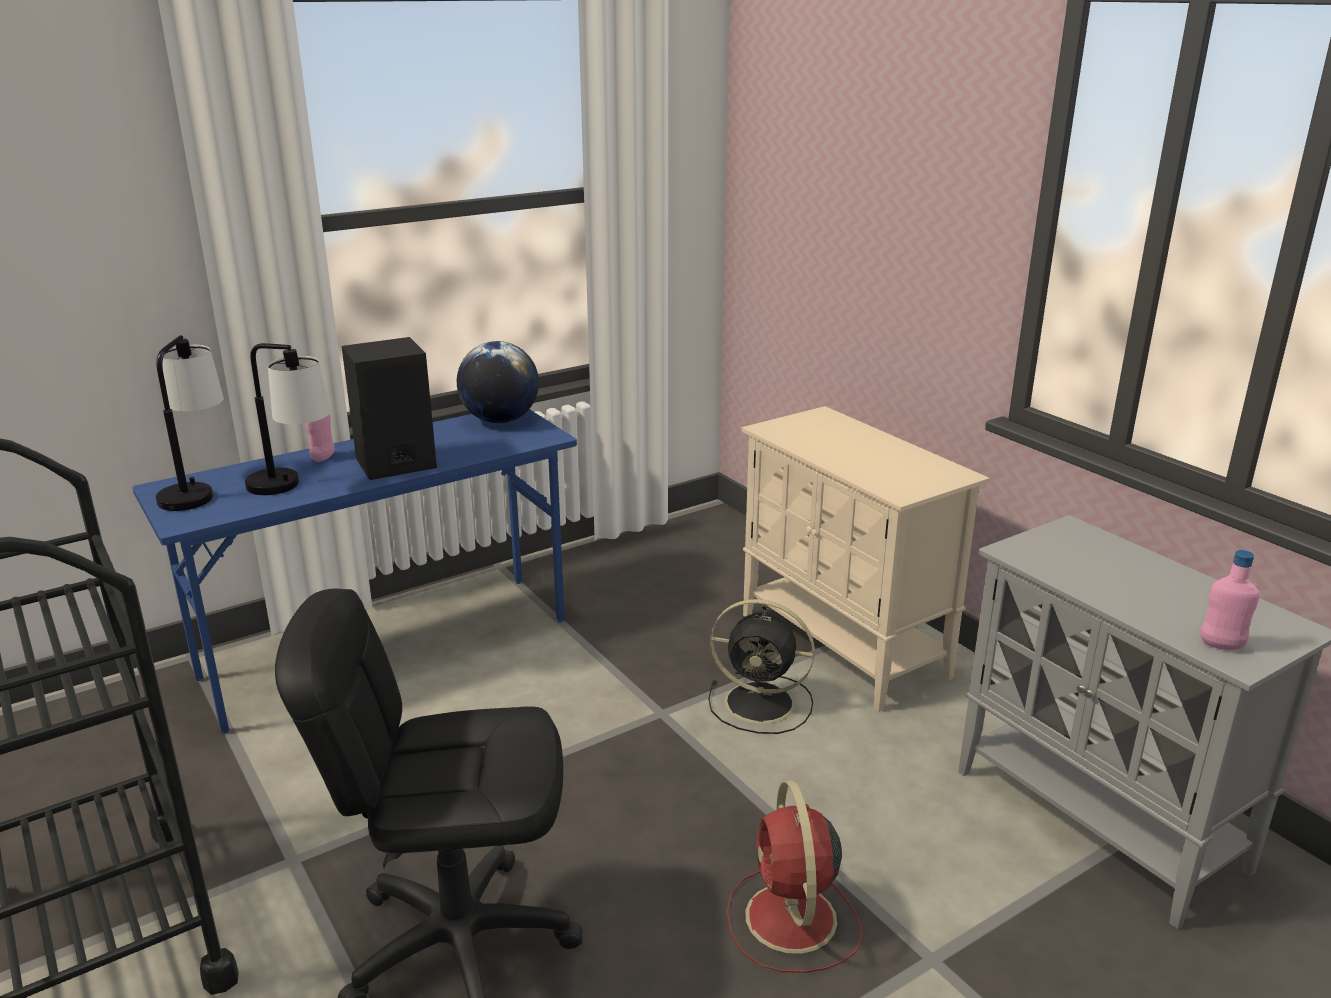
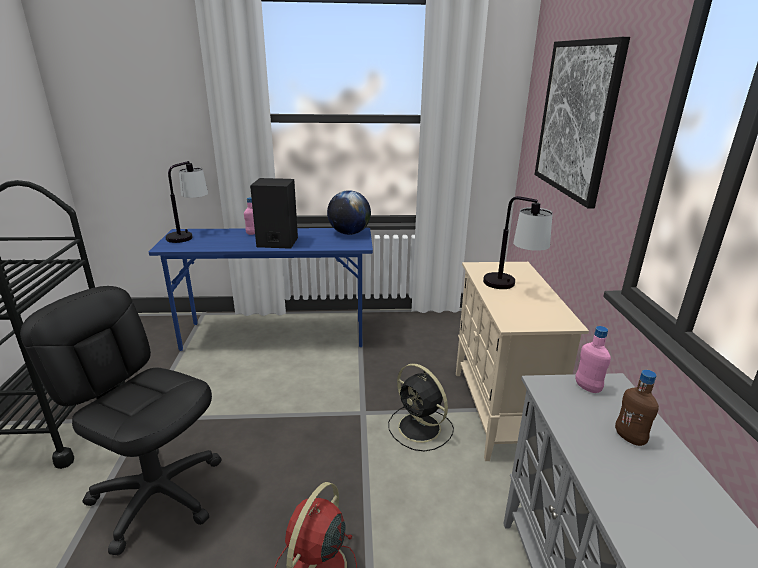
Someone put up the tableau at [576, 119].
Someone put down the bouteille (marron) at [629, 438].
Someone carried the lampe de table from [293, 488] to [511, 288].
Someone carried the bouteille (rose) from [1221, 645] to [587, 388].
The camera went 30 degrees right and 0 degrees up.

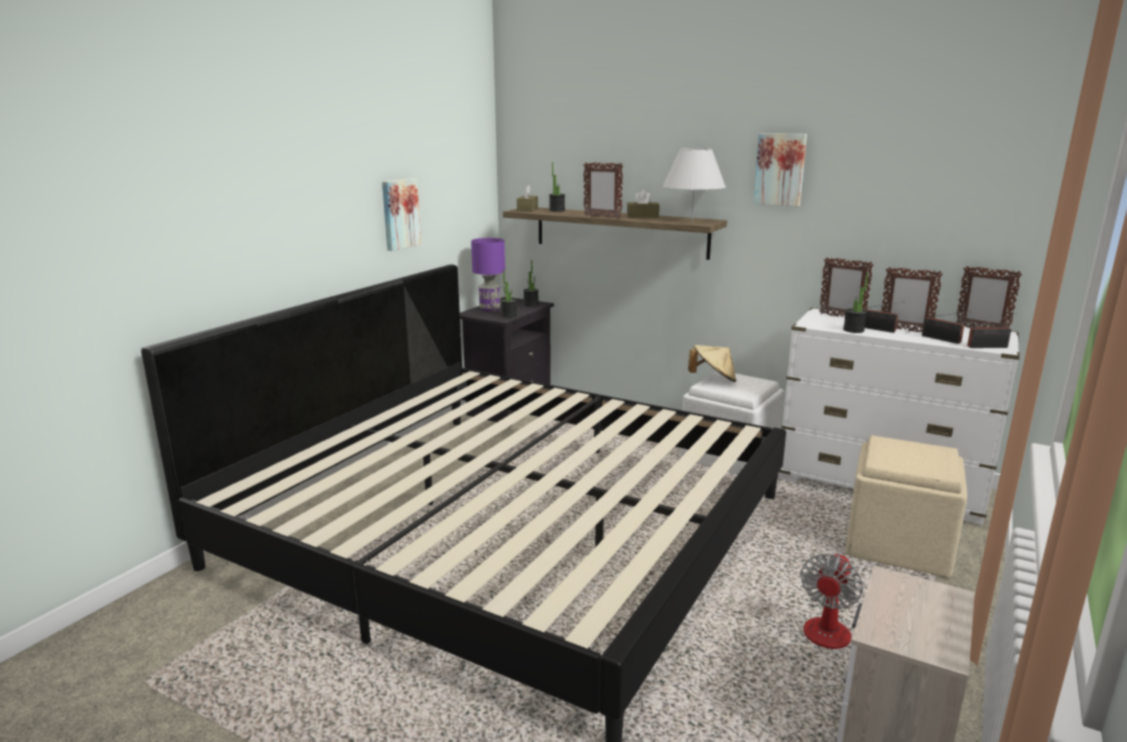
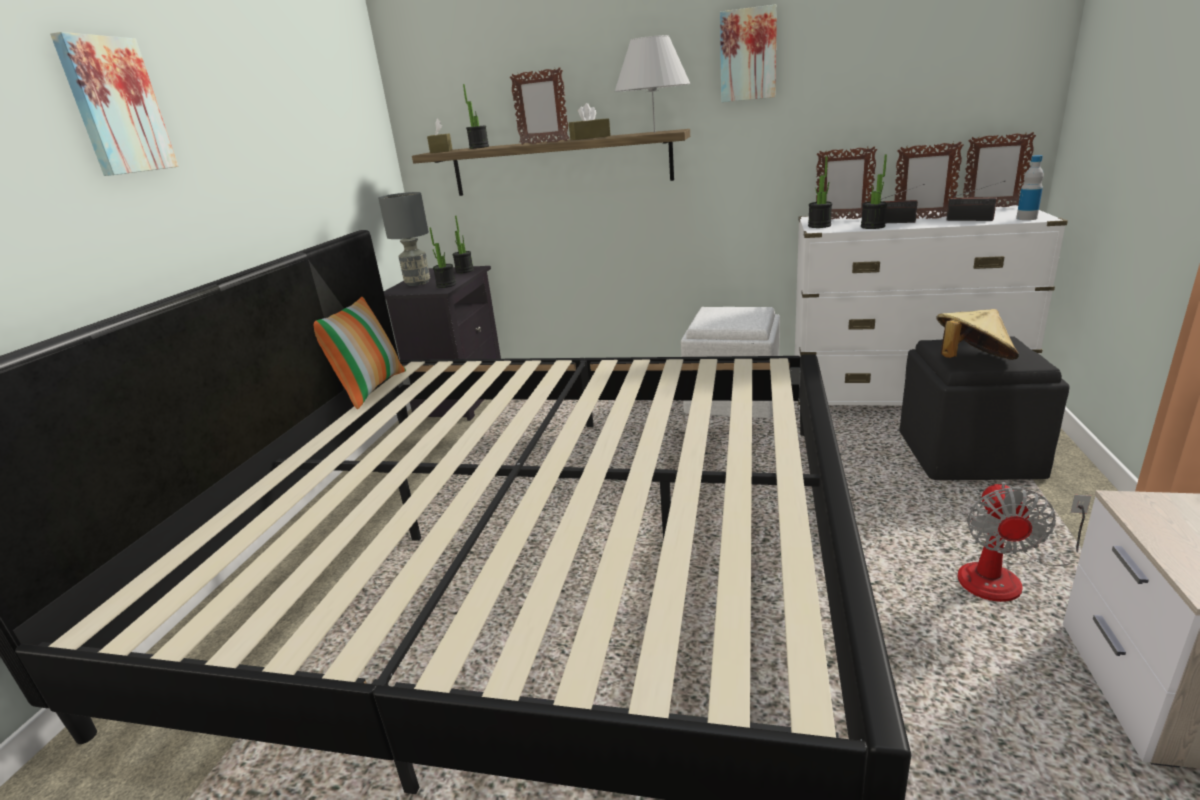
Someone put down the coussin at [369, 388].
Someone put down the plante en pot at [819, 226].
Someone carried the tableau from [399, 214] to [115, 106].
Someone carried the chapeau (beige) from [713, 379] to [971, 361].
Someone swapped the radio at [989, 347] for the bouteille at [1026, 218].
Someone repainted the lampe de table (violet) at [490, 309], which became the lampe de table (gris) at [418, 283].
Someone repainted the pouf (beige) at [897, 543], which became the pouf (noir) at [966, 454].
The camera went 15 degrees left and 5 degrees up.

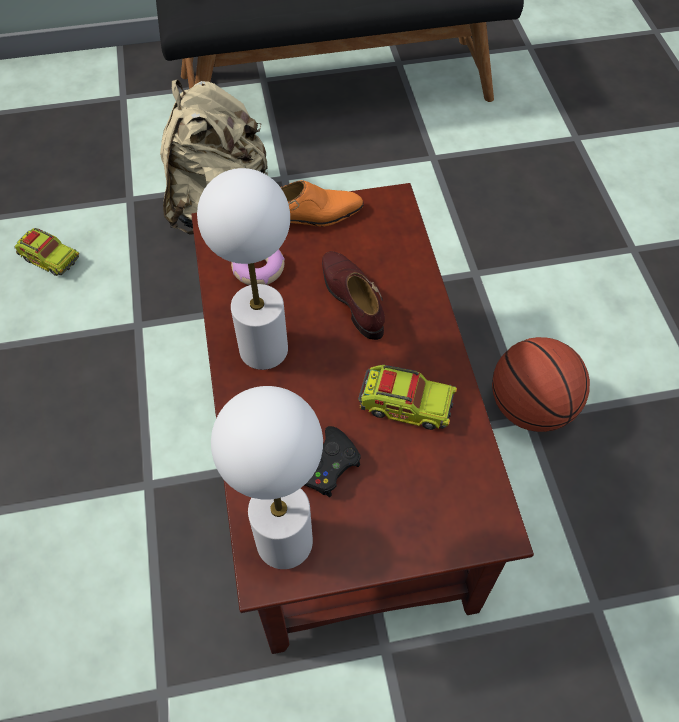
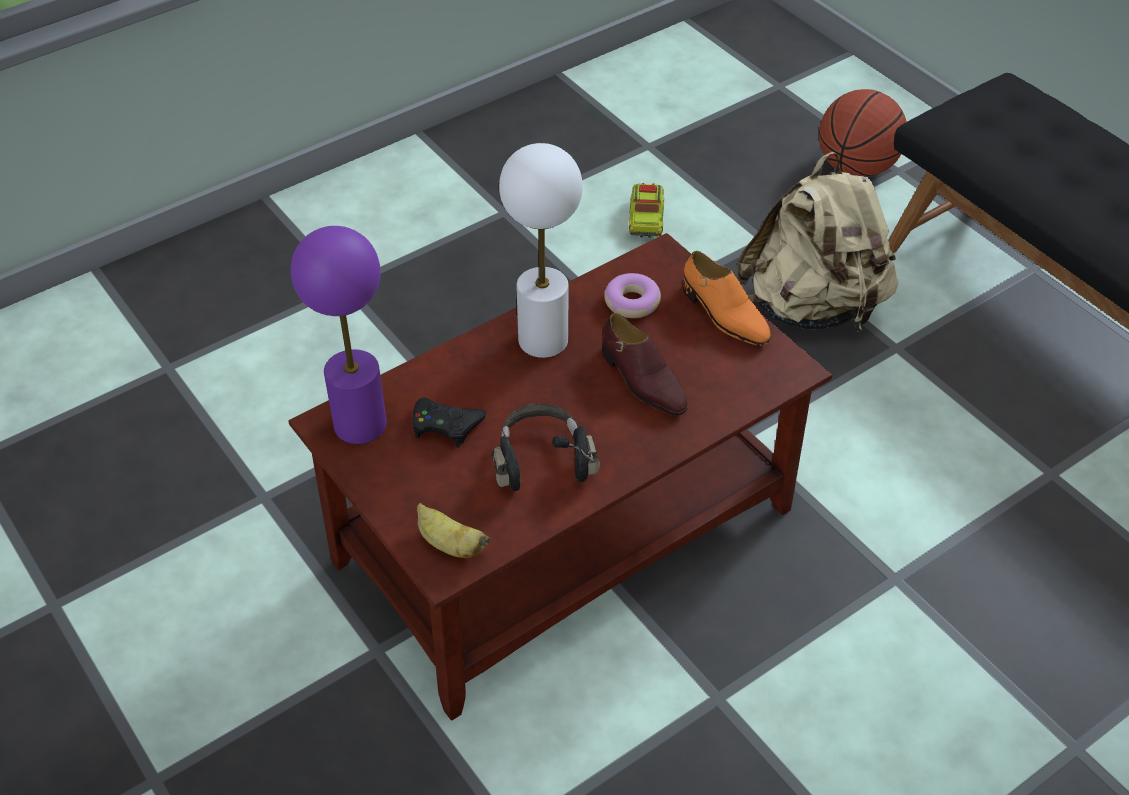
Someone put down the banane at [449, 544].
Someone carried the ballon de basket from [530, 407] to [856, 167].
Someone swapped the camion jouet at [405, 405] for the casque audio (noir) at [542, 460].
Someone repainted the lampe de table (blanc) at [285, 541], which became the lampe de table (violet) at [361, 425].
Someone rotated the chaussure (marron) at [352, 298] by 105 degrees clockwise.
The camera went 65 degrees right and 10 degrees down.

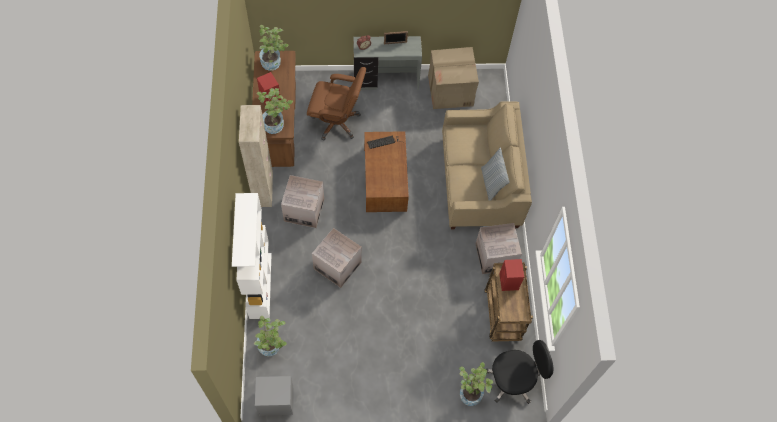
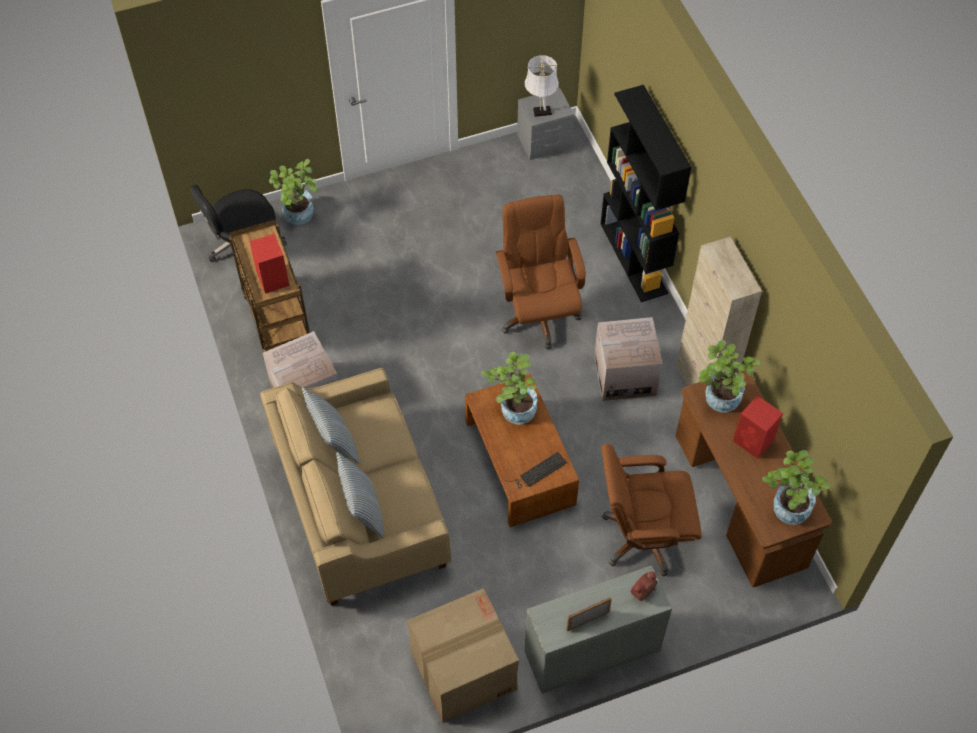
Someone put down the coussin at [363, 510].
Someone put down the lampe de table (blanc) at [540, 112].
Someone carried the plante en pot from [272, 347] to [513, 410].
Someone swapped the carton at [337, 265] for the chaise de bureau (marron) at [538, 313].
Someone repainted the bibliothèque (blanc) at [260, 285], which became the bibliothèque (noir) at [634, 258].
The camera went 165 degrees right and 5 degrees down.

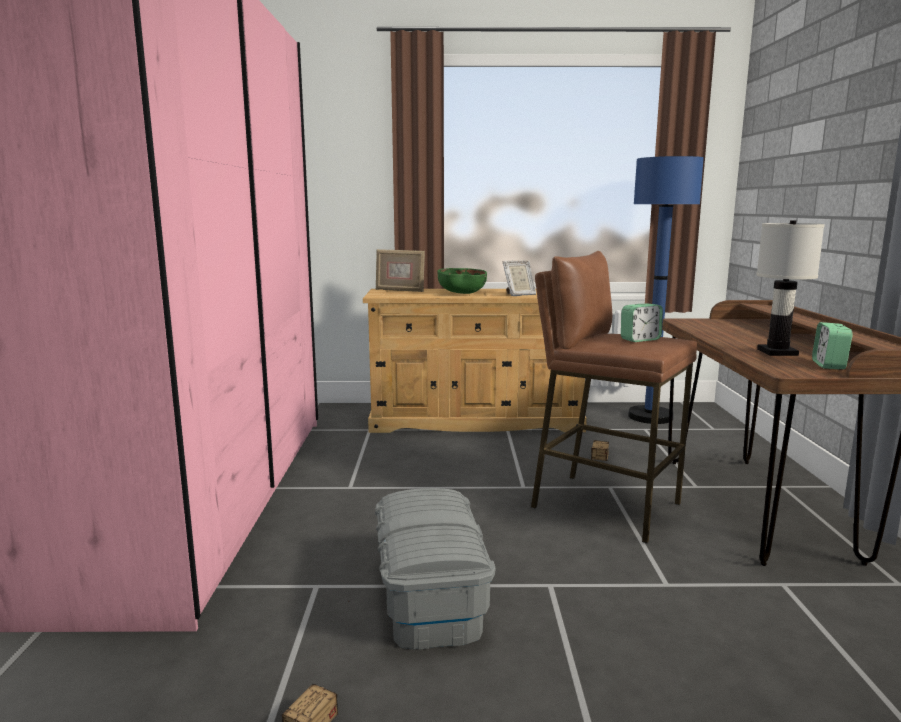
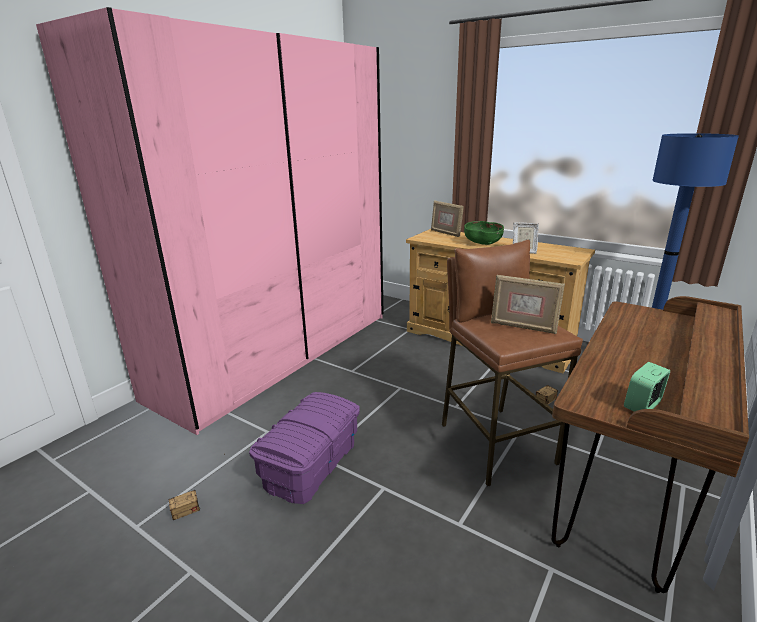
Someone took away the lampe de table (blanc) at [777, 352].
Someone swapped the réveil at [640, 339] for the cadre photo at [523, 327].
Someone repainted the boîte de rangement (gris) at [429, 596], which became the boîte de rangement (violet) at [311, 463].
The camera went 35 degrees right and 10 degrees up.

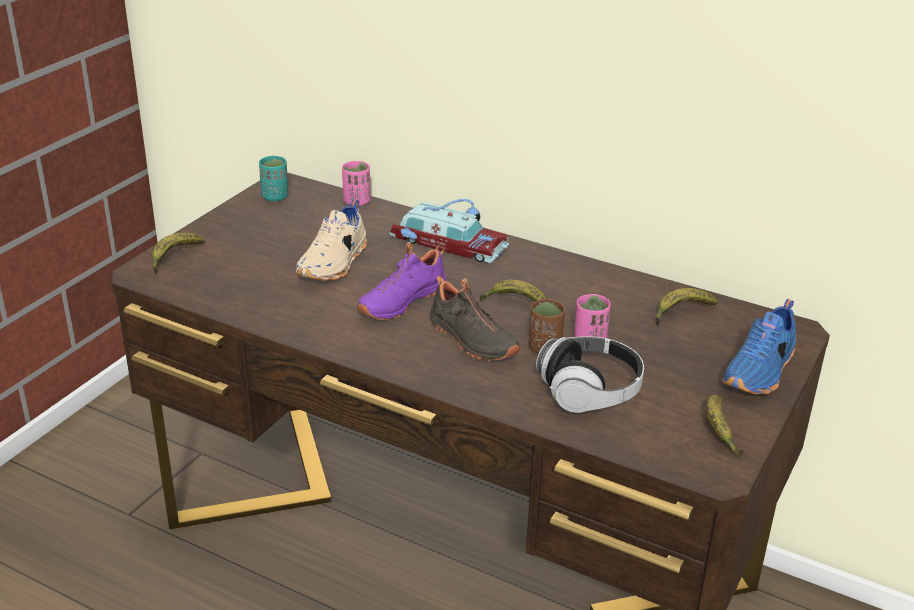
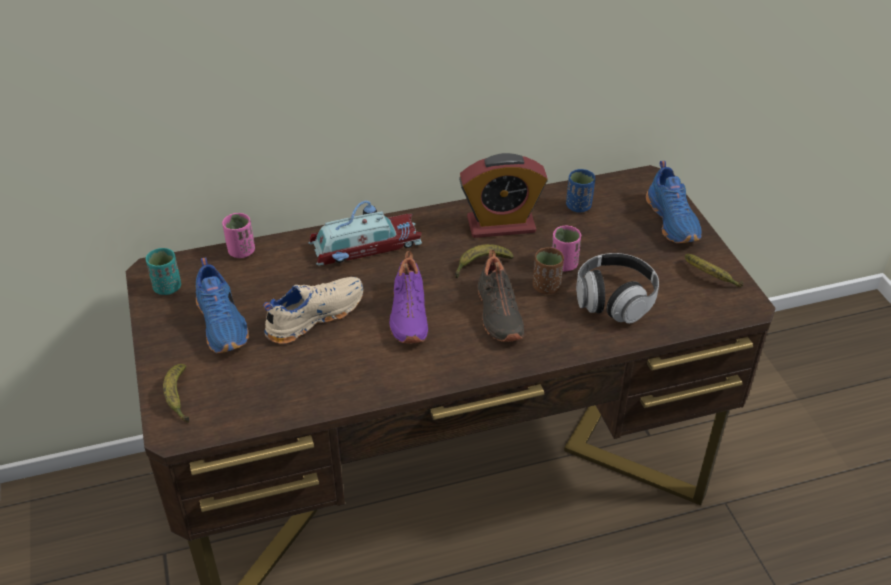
Someone put down the chaussure (bleu) at [223, 324].
Someone put down the réveil at [501, 225].
Someone swapped the banane at [681, 312] for the tasse (bleu) at [578, 206].
Someone rotated the chaussure (beige) at [335, 264] by 105 degrees counterclockwise.
Someone rotated the chaussure (noir) at [470, 340] by 75 degrees clockwise.
The camera went 45 degrees left and 10 degrees up.

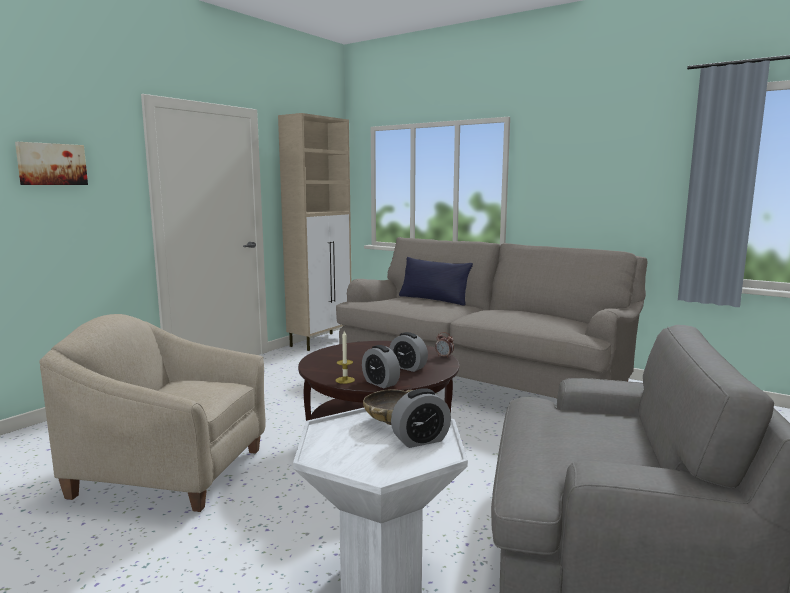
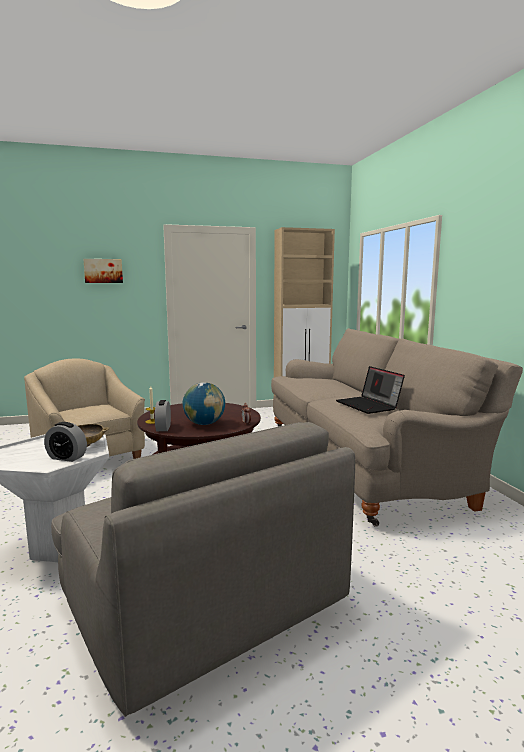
Someone took away the coussin (bleu) at [433, 300].
Someone put down the ordinateur portable at [369, 405].
Someone swapped the réveil at [408, 367] for the globe at [204, 424].
The camera went 40 degrees right and 0 degrees up.

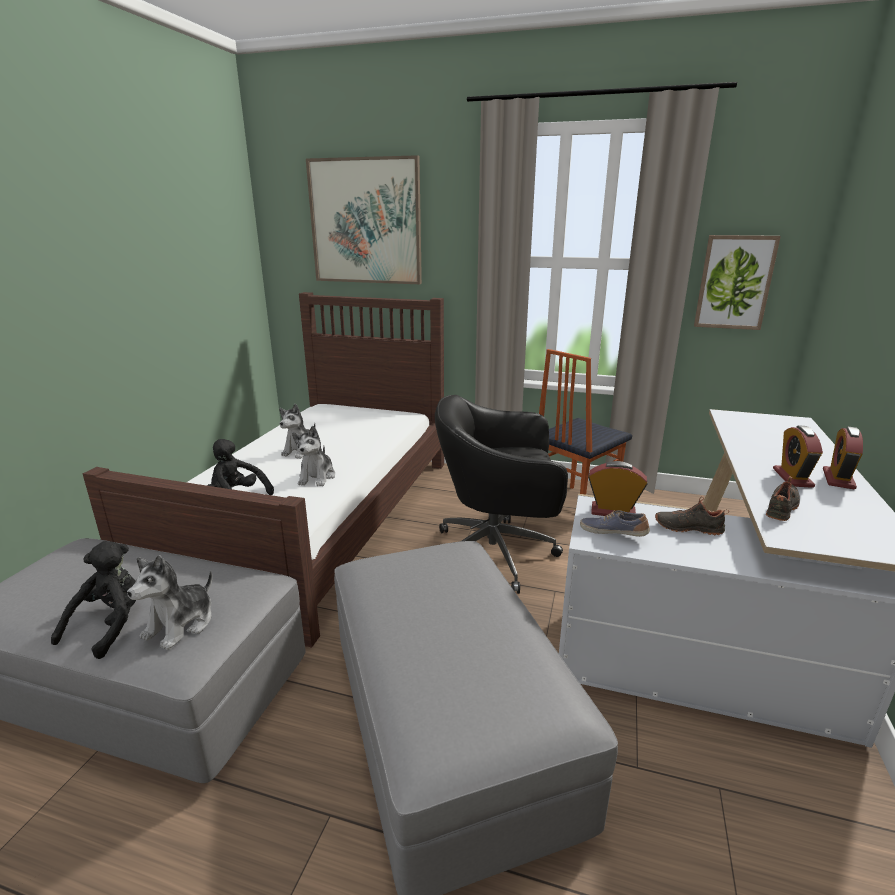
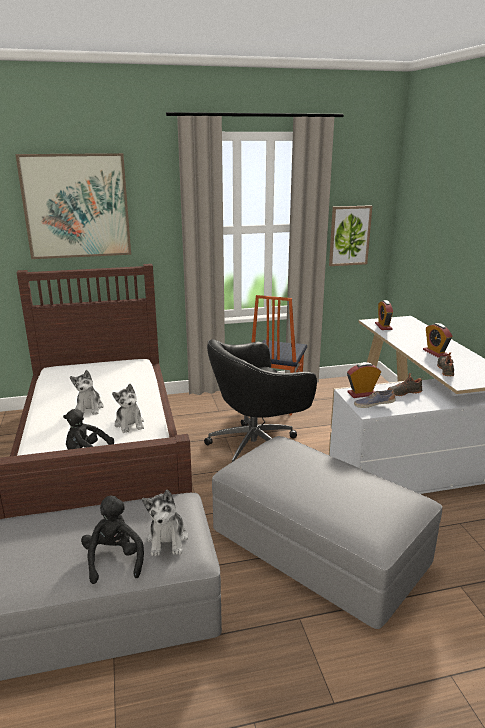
Someone carried the réveil from [838, 479] to [383, 326].
The camera went 30 degrees left and 0 degrees up.

